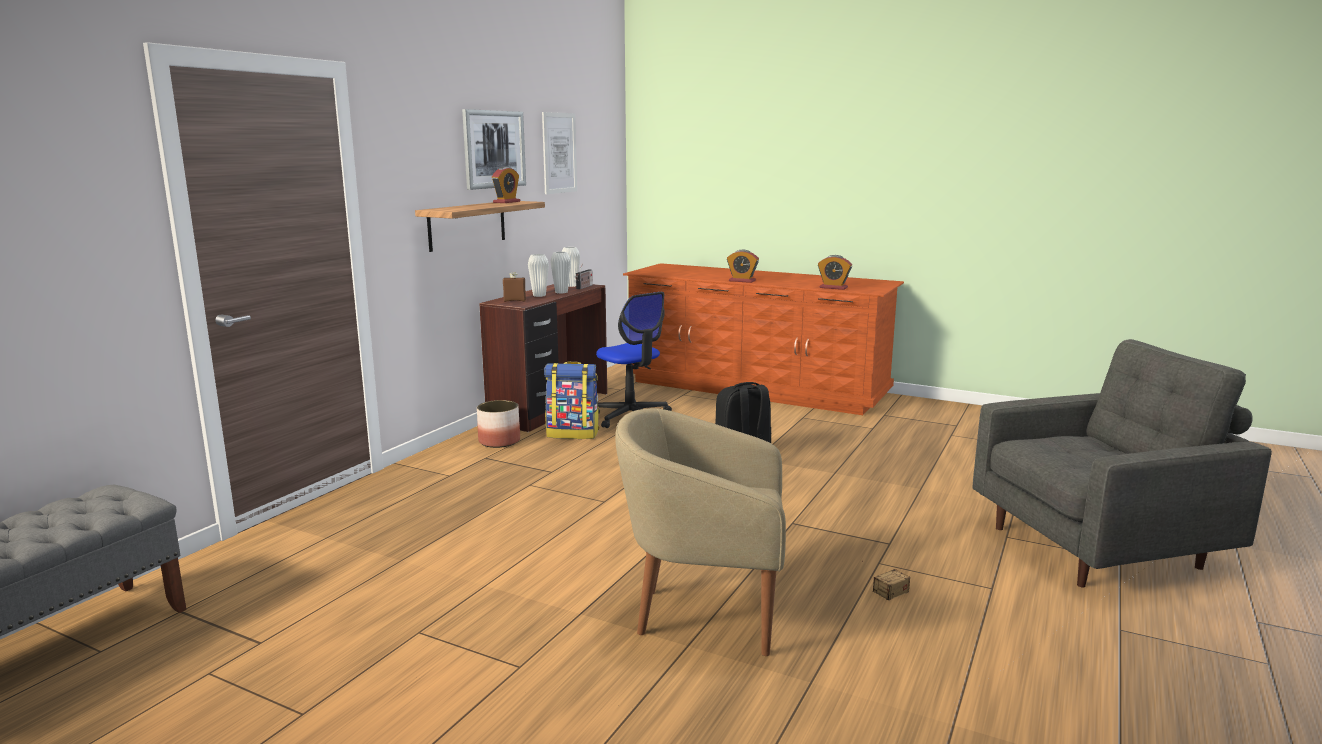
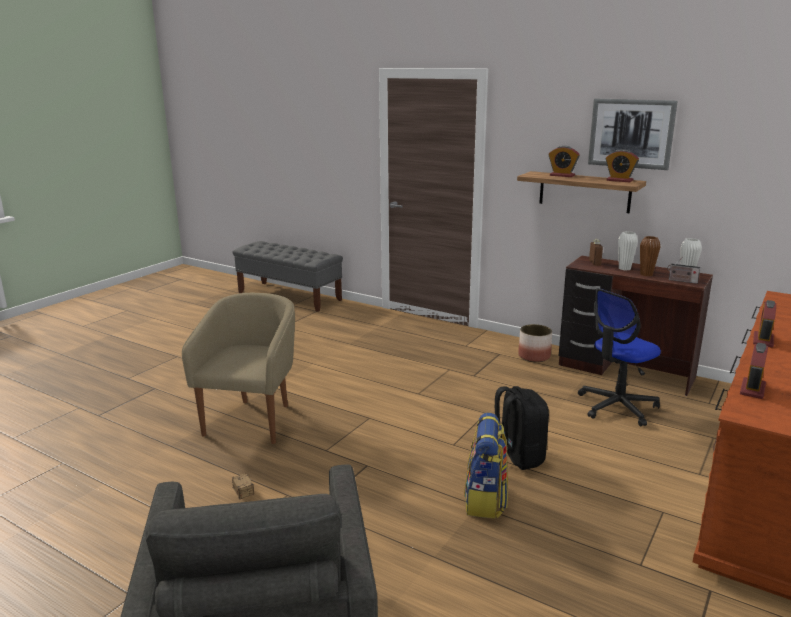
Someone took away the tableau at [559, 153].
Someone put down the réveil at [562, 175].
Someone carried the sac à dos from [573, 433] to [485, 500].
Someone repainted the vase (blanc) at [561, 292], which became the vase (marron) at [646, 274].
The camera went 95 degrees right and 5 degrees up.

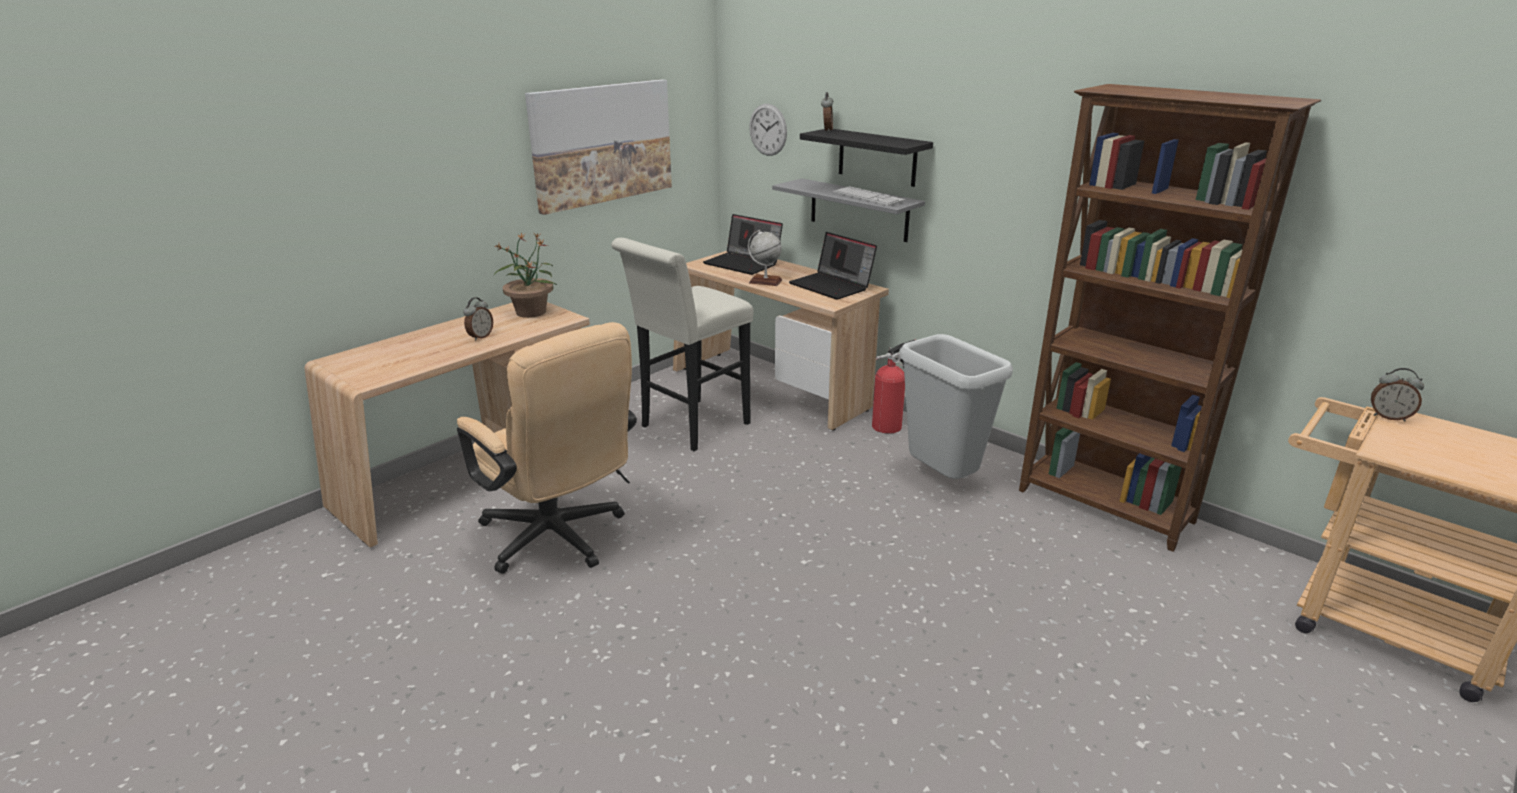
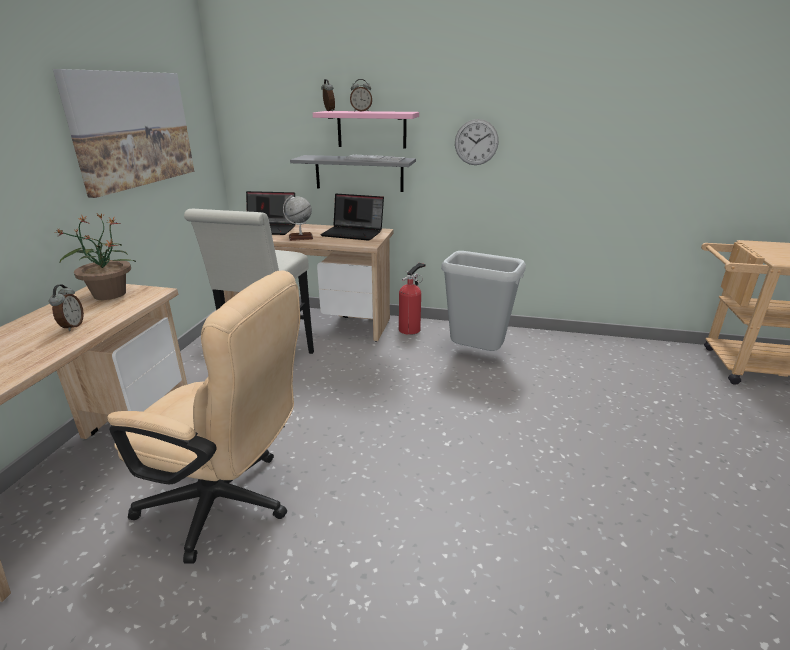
Someone took away the bibliothèque (marron) at [1105, 507].
Someone carried the horloge murale from [768, 130] to [476, 142].
Someone carried the réveil from [1388, 417] to [361, 111].
Someone repainted the étagère (noir) at [877, 157], which became the étagère (rose) at [371, 129].
The camera went 30 degrees left and 0 degrees up.

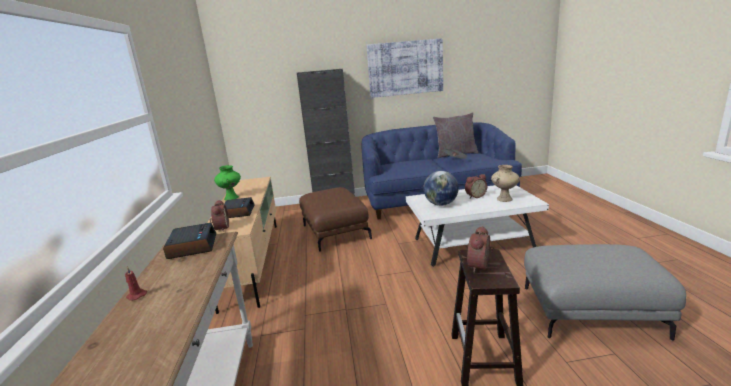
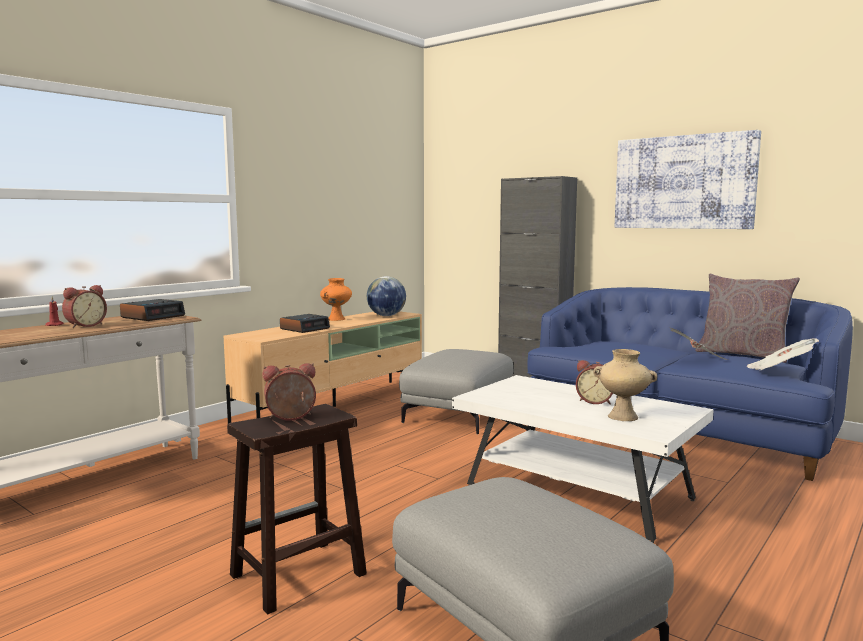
Someone put down the journal at [779, 370].
Someone carried the réveil from [221, 228] to [85, 325].
Someone carried the globe from [440, 204] to [386, 316].
Someone repainted the vase (vert) at [231, 198], which became the vase (orange) at [336, 319].
Someone repainted the pouf (marron) at [334, 232], which became the pouf (gris) at [458, 413].
The camera went 45 degrees right and 10 degrees down.

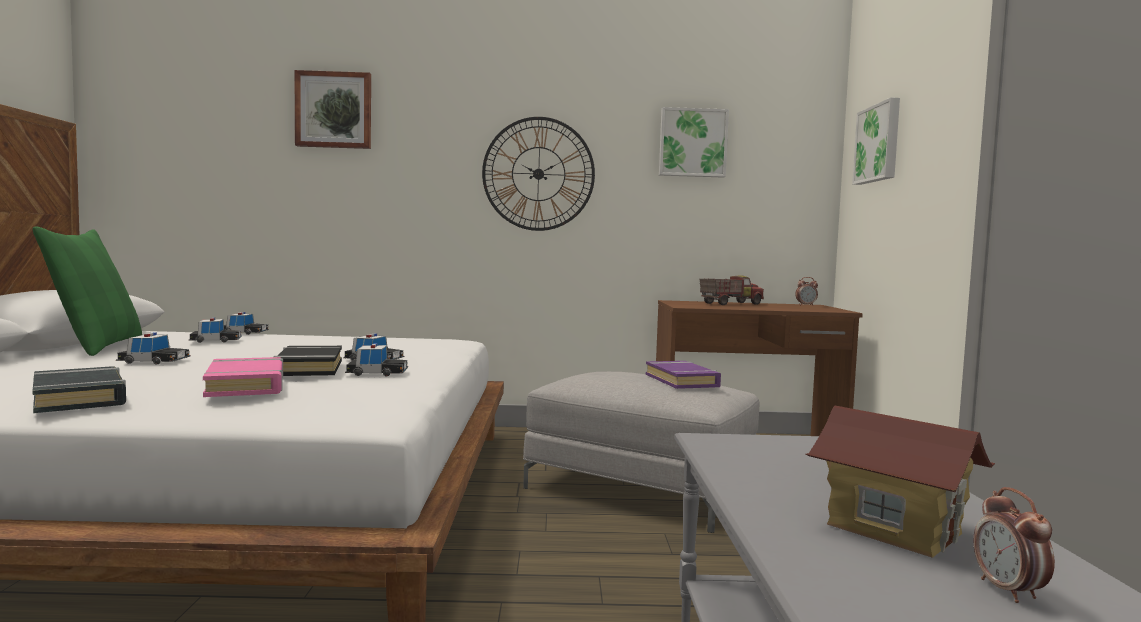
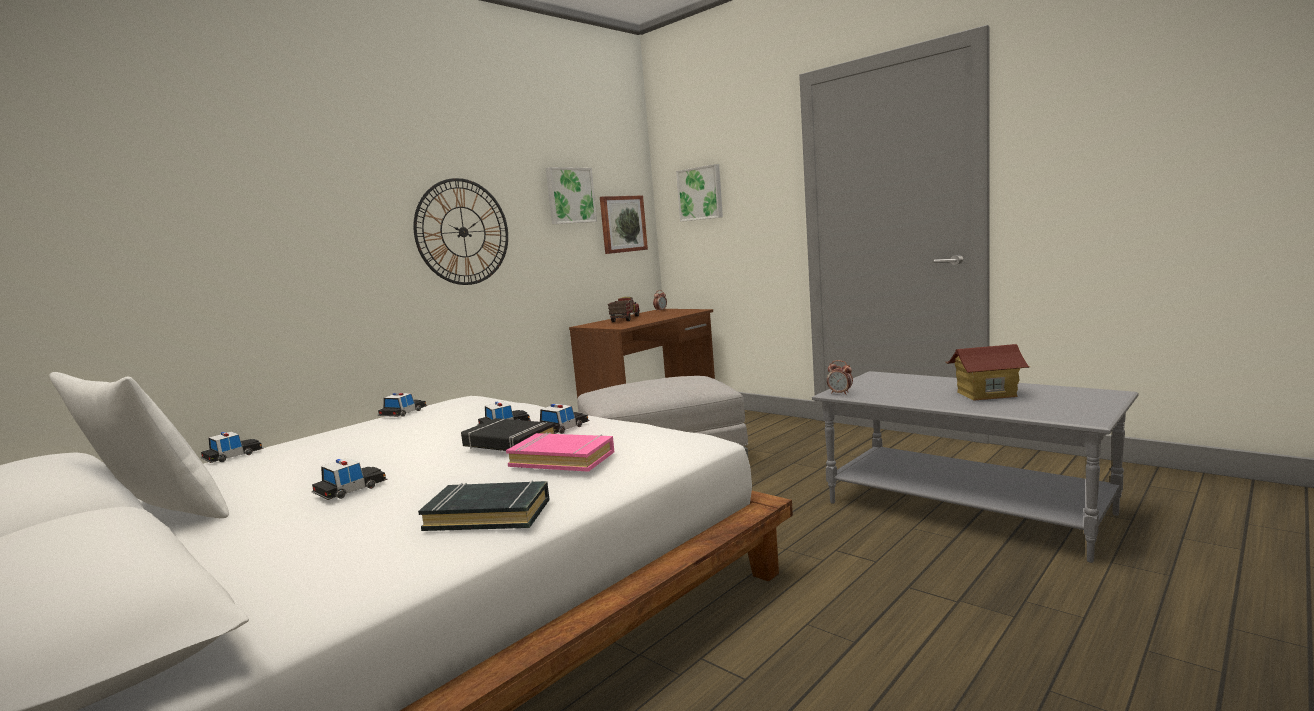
Someone took away the livre (violet) at [682, 381].
Someone carried the petite voiture from [216, 340] to [403, 412].
Someone carried the tableau from [334, 110] to [622, 224].
Someone carried the réveil from [1009, 591] to [840, 393].
Someone repainted the coussin (vert) at [97, 346], which became the coussin (blanc) at [159, 516].
The camera went 45 degrees left and 5 degrees up.

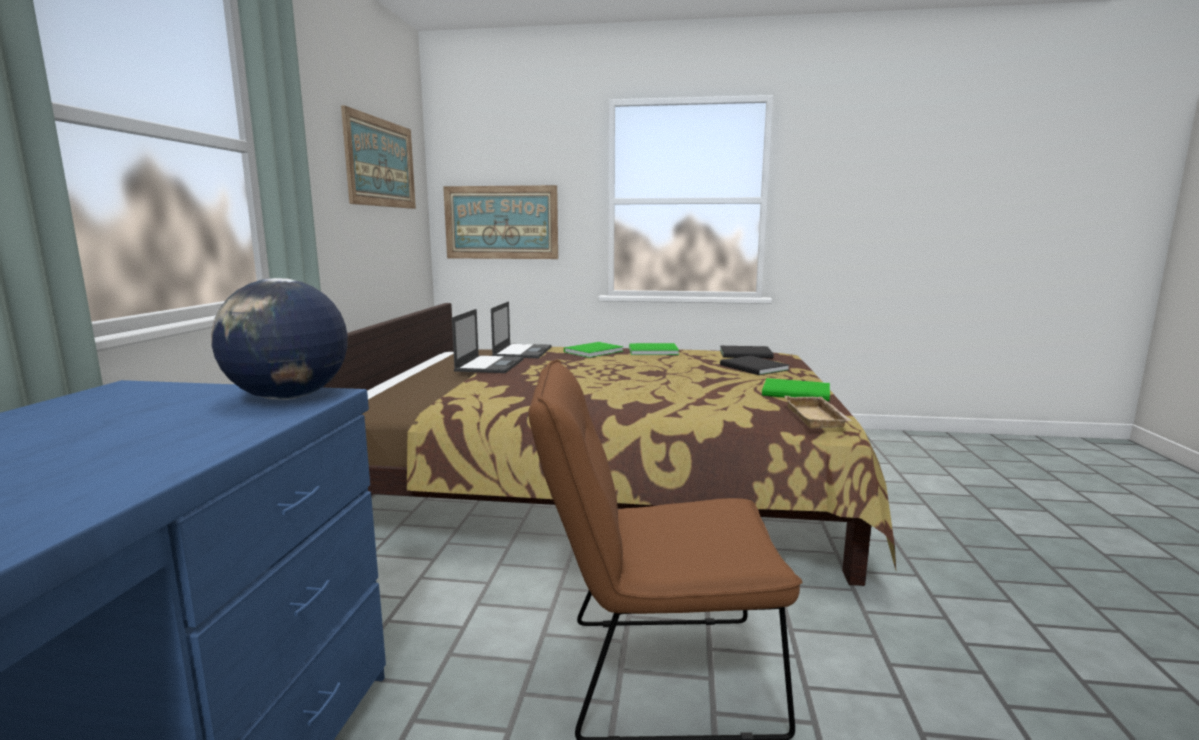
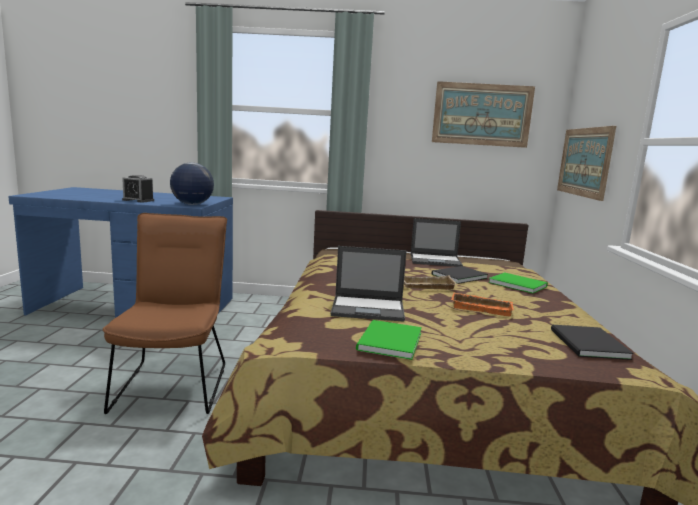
Someone took away the livre (vert) at [651, 351].
Someone put down the réveil at [138, 200].
Someone put down the plateau (orange) at [482, 308].
Someone carried the ordinateur portable from [522, 351] to [369, 309].
Someone carried the livre (noir) from [754, 368] to [457, 276].
Someone carried the plateau (beige) from [817, 418] to [427, 287].
The camera went 85 degrees right and 0 degrees up.

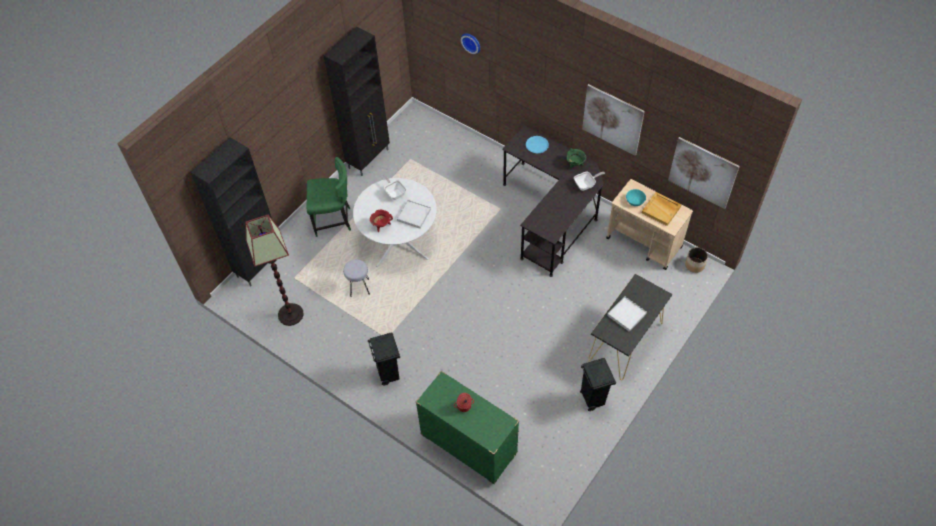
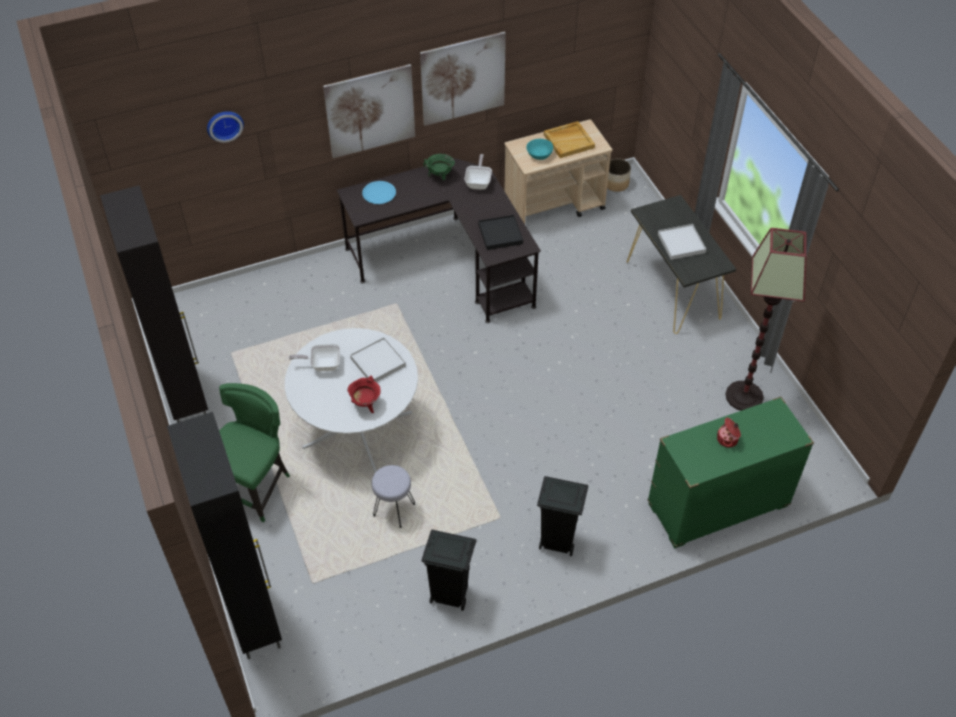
Someone put down the plateau (noir) at [500, 234].
Someone carried the lampadaire from [290, 315] to [744, 396].
Someone carried the poubelle (noir) from [592, 399] to [449, 595].
Someone carried the tableau from [702, 172] to [370, 111].
The camera went 60 degrees left and 5 degrees down.

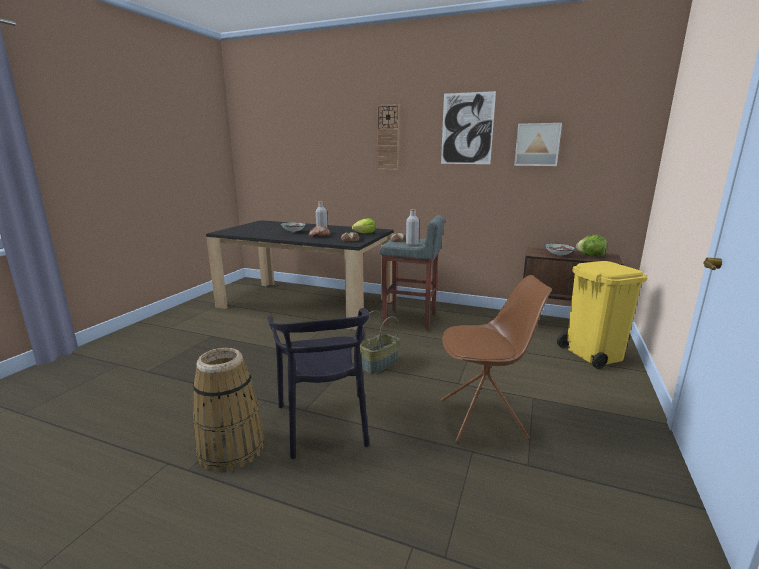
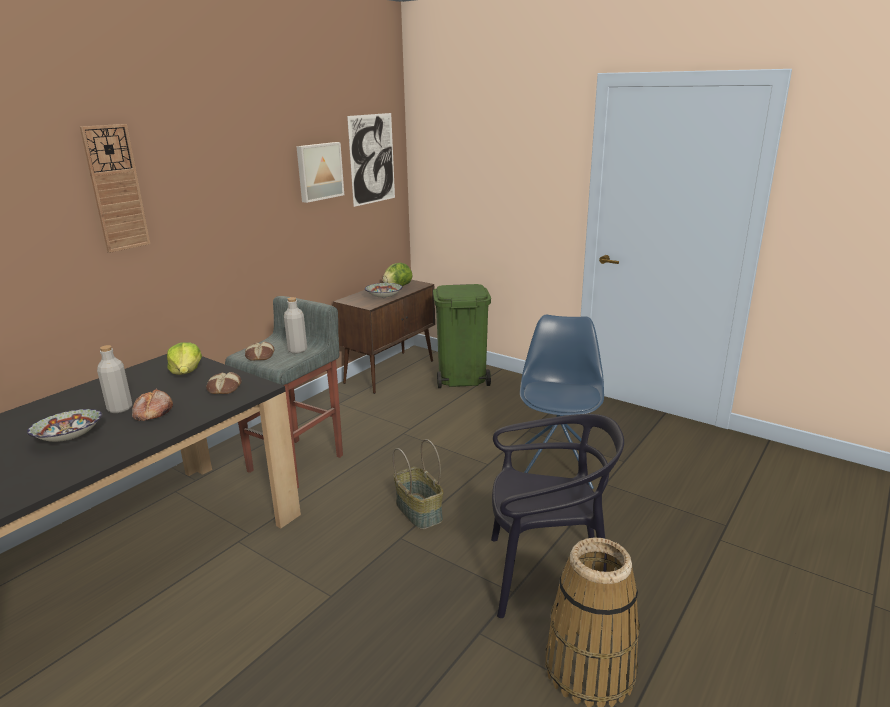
Someone carried the tableau from [467, 129] to [372, 159].
Someone repainted the chaise (marron) at [484, 419], which became the chaise (bleu) at [557, 465].
Someone repainted the poubelle (jaune) at [592, 354], which became the poubelle (vert) at [461, 379].
The camera went 75 degrees left and 5 degrees up.

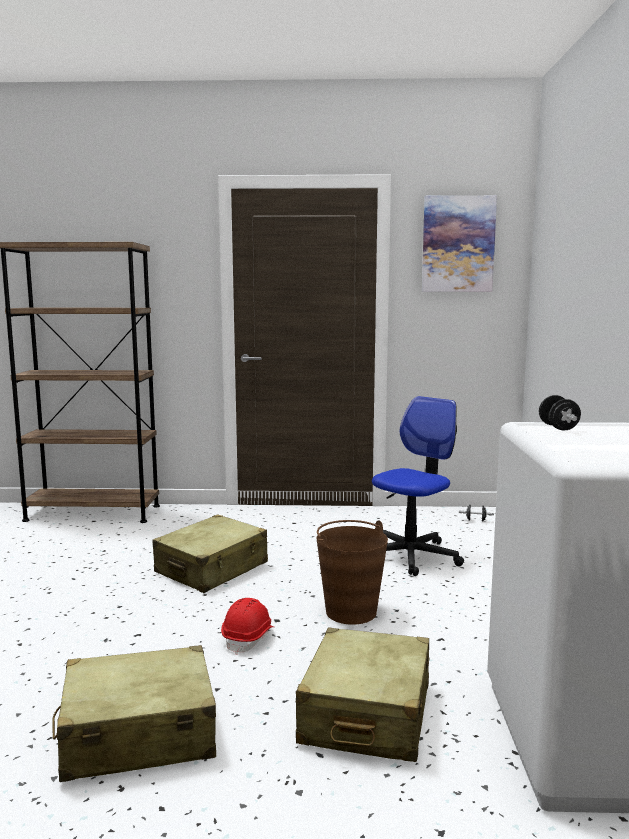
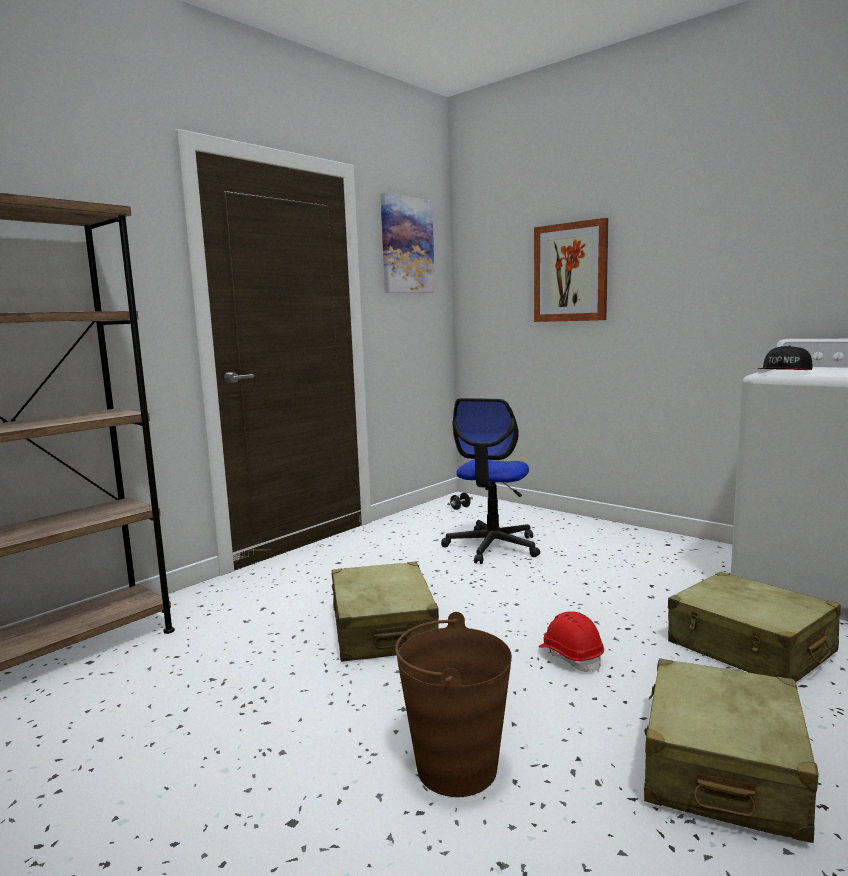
Someone put up the tableau at [570, 272].
Someone carried the seau (marron) from [351, 611] to [455, 767].
Someone swapped the haltère (noir) at [558, 427] for the casquette at [785, 372].
Someone rotated the chaise de bureau at [411, 556] by 150 degrees counterclockwise.
The camera went 50 degrees left and 0 degrees up.

